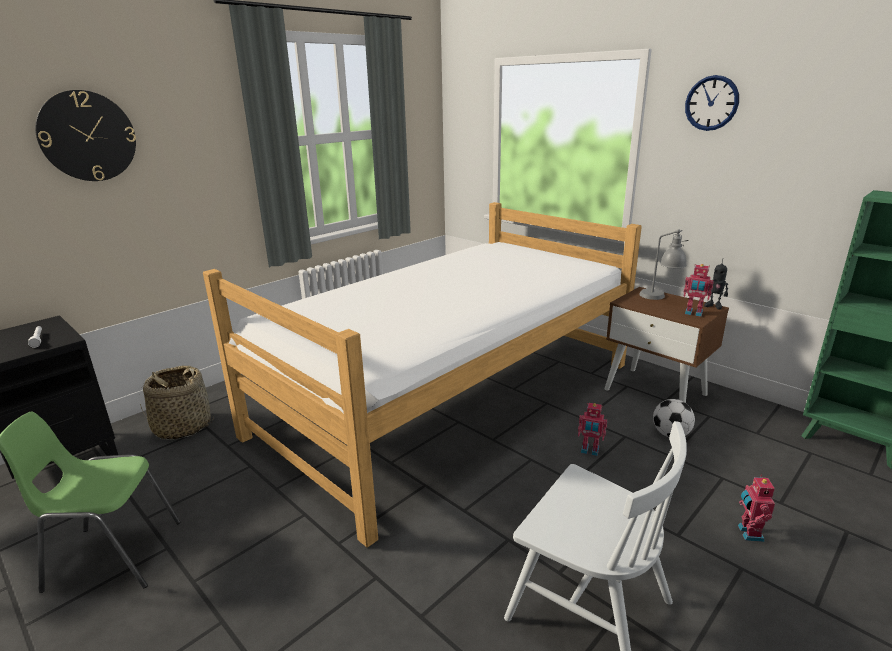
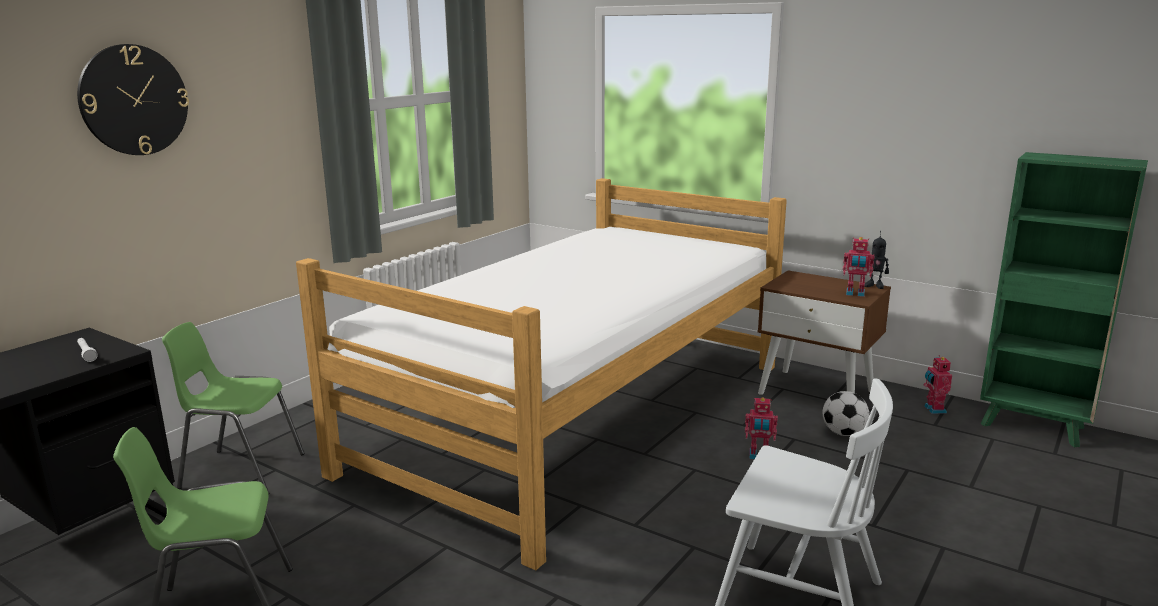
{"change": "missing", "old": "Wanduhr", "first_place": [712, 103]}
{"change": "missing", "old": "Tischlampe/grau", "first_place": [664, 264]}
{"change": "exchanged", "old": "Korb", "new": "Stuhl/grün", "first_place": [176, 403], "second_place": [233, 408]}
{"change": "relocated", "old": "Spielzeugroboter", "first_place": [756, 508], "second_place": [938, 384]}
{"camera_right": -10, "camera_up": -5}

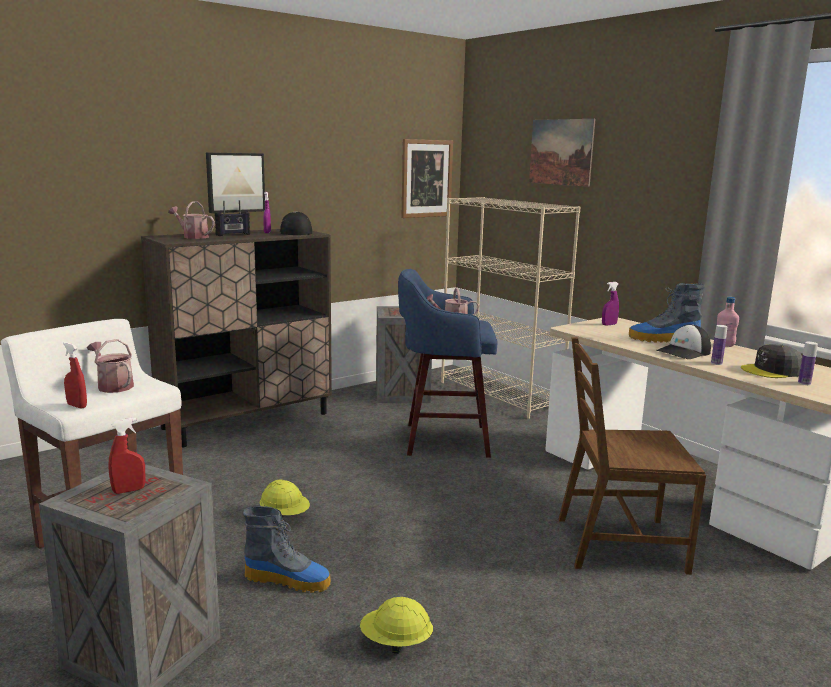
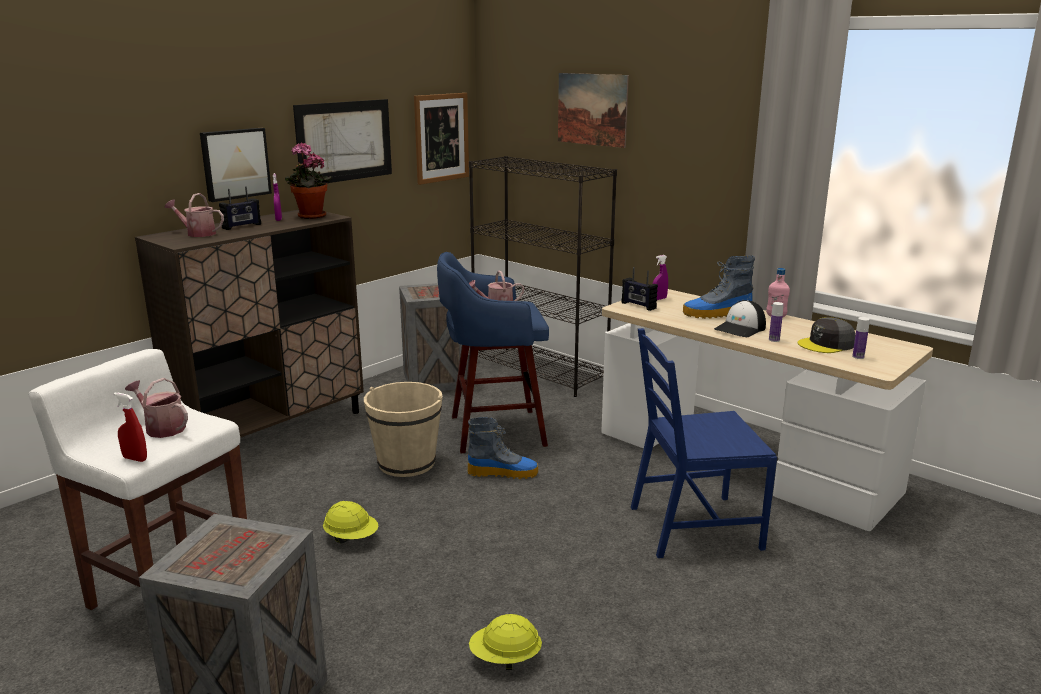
{"change": "colour", "old": "Bücherregal/beige", "new": "Bücherregal/schwarz", "first_place": [510, 308], "second_place": [543, 276]}
{"change": "exchanged", "old": "Kappe", "new": "Topfpflanze", "first_place": [296, 223], "second_place": [308, 180]}
{"change": "colour", "old": "Stuhl/braun", "new": "Stuhl/blau", "first_place": [632, 456], "second_place": [704, 443]}
{"change": "missing", "old": "Sprühflasche/rot", "first_place": [127, 456]}
{"change": "relocated", "old": "Stiefel", "first_place": [287, 549], "second_place": [502, 448]}
{"change": "appeared", "new": "Bild", "second_place": [342, 141]}
{"change": "appeared", "new": "Radio", "second_place": [640, 289]}
{"change": "appeared", "new": "Eimer/beige", "second_place": [403, 429]}
{"camera_right": -10, "camera_up": 5}

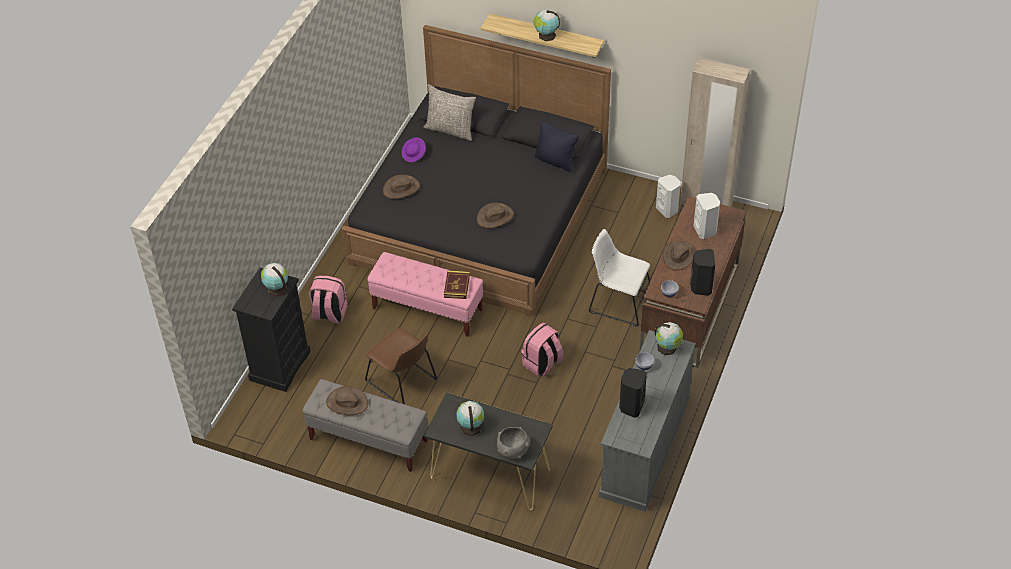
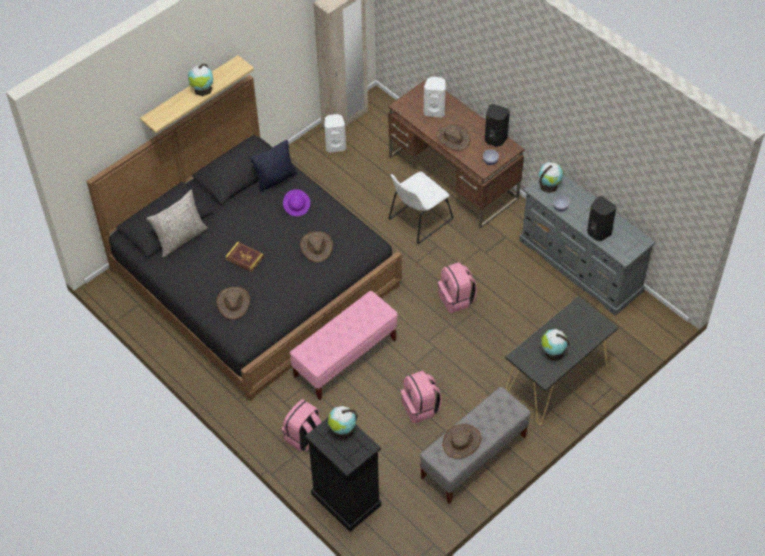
{"change": "relocated", "old": "Hut/lila", "first_place": [414, 149], "second_place": [296, 202]}
{"change": "relocated", "old": "Buch", "first_place": [457, 285], "second_place": [244, 257]}
{"change": "exchanged", "old": "Stuhl/braun", "new": "Rucksack/rosa", "first_place": [401, 366], "second_place": [421, 397]}
{"change": "missing", "old": "Schüssel/grau", "first_place": [513, 443]}
{"camera_right": -65, "camera_up": 5}

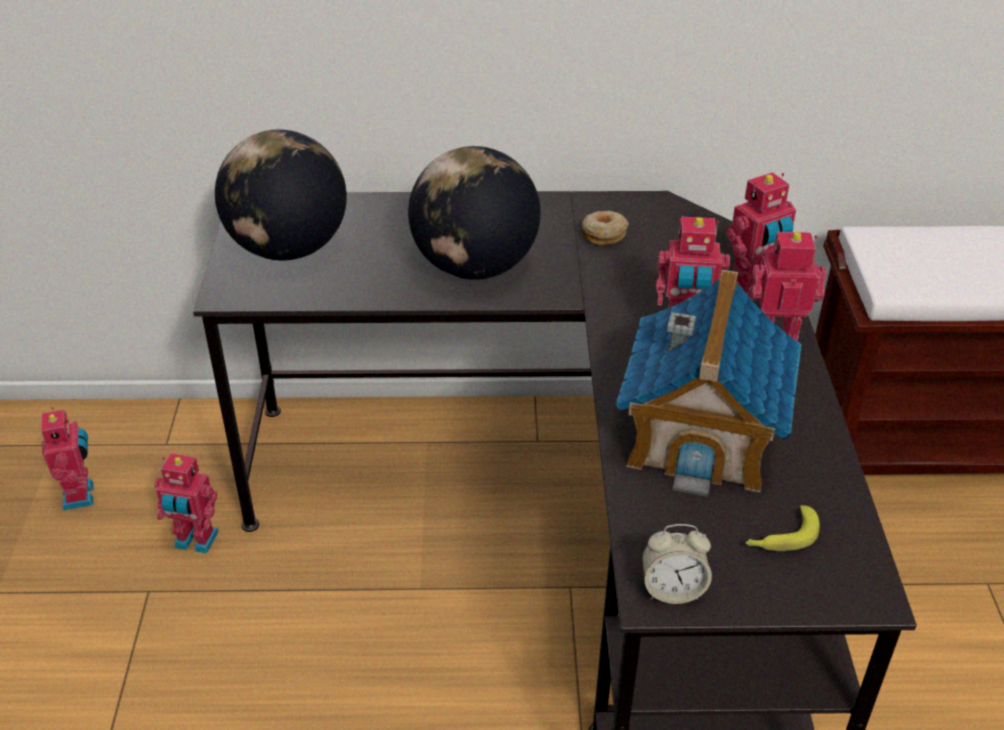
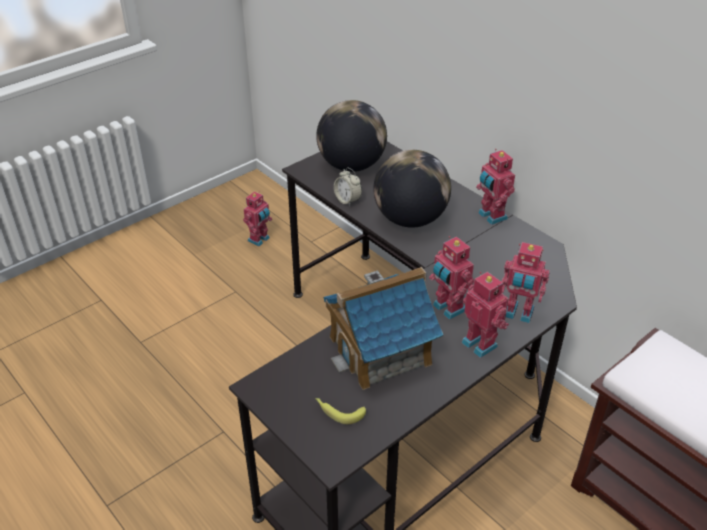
{"change": "missing", "old": "Donut", "first_place": [605, 228]}
{"change": "relocated", "old": "Spielzeugroboter", "first_place": [186, 503], "second_place": [495, 187]}
{"change": "relocated", "old": "Wecker", "first_place": [677, 564], "second_place": [348, 186]}
{"camera_right": 50, "camera_up": 0}

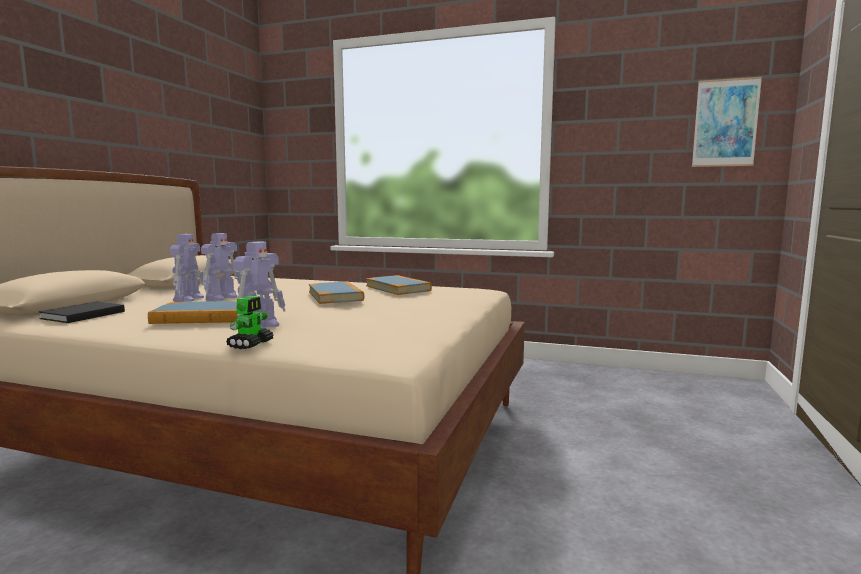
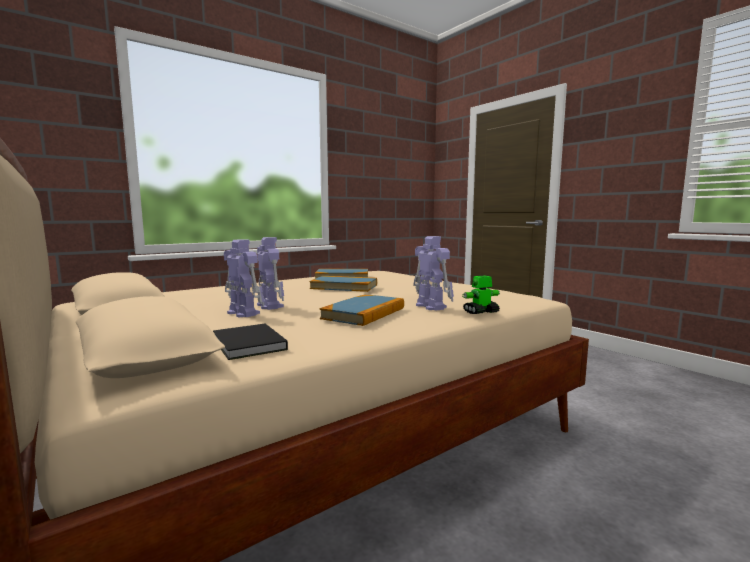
{"change": "missing", "old": "Bild", "first_place": [727, 122]}
{"change": "spun", "old": "Spielzeugroboter", "first_place": [250, 322], "second_place": [481, 294], "degrees": -75}
{"camera_right": -55, "camera_up": 0}

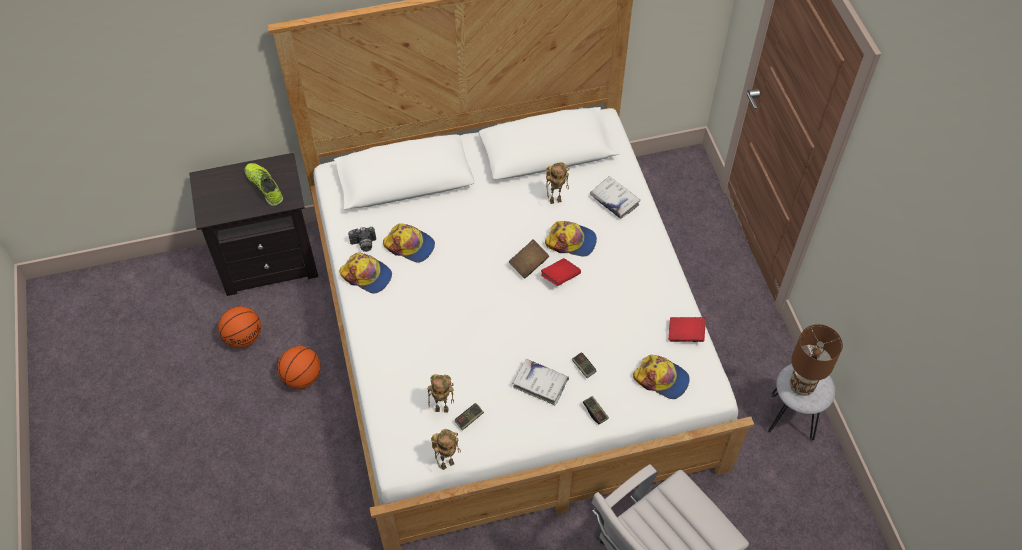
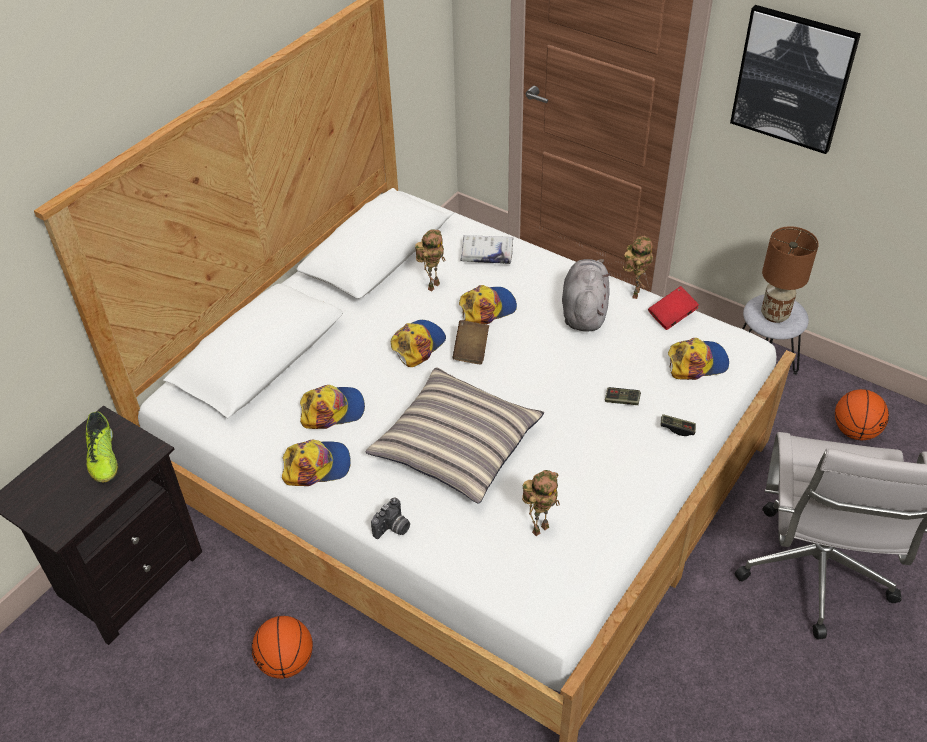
{"change": "spun", "old": "Schuh", "first_place": [264, 184], "second_place": [102, 447], "degrees": -120}
{"change": "relocated", "old": "Kamera", "first_place": [362, 239], "second_place": [390, 518]}
{"change": "missing", "old": "Buch/rot", "first_place": [561, 272]}
{"change": "relocated", "old": "Basketball", "first_place": [239, 327], "second_place": [862, 414]}
{"change": "missing", "old": "Buch/weiß", "first_place": [541, 382]}
{"change": "missing", "old": "Gamepad", "first_place": [469, 416]}
{"change": "relocated", "old": "Spielzeugroboter", "first_place": [446, 449], "second_place": [638, 267]}
{"change": "appeared", "new": "Bild", "second_place": [795, 79]}
{"change": "appeared", "new": "Plüschtier/grau", "second_place": [586, 295]}
{"change": "appeared", "new": "Kappe", "second_place": [418, 343]}
{"change": "appeared", "new": "Kissen", "second_place": [454, 435]}
{"camera_right": -40, "camera_up": -10}

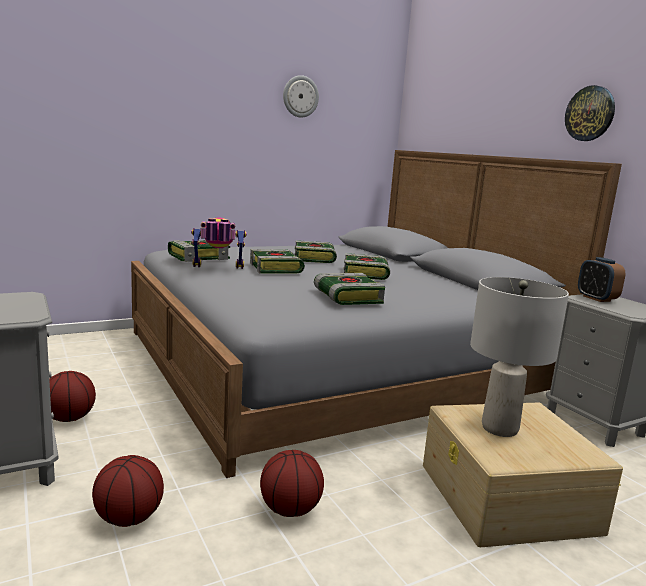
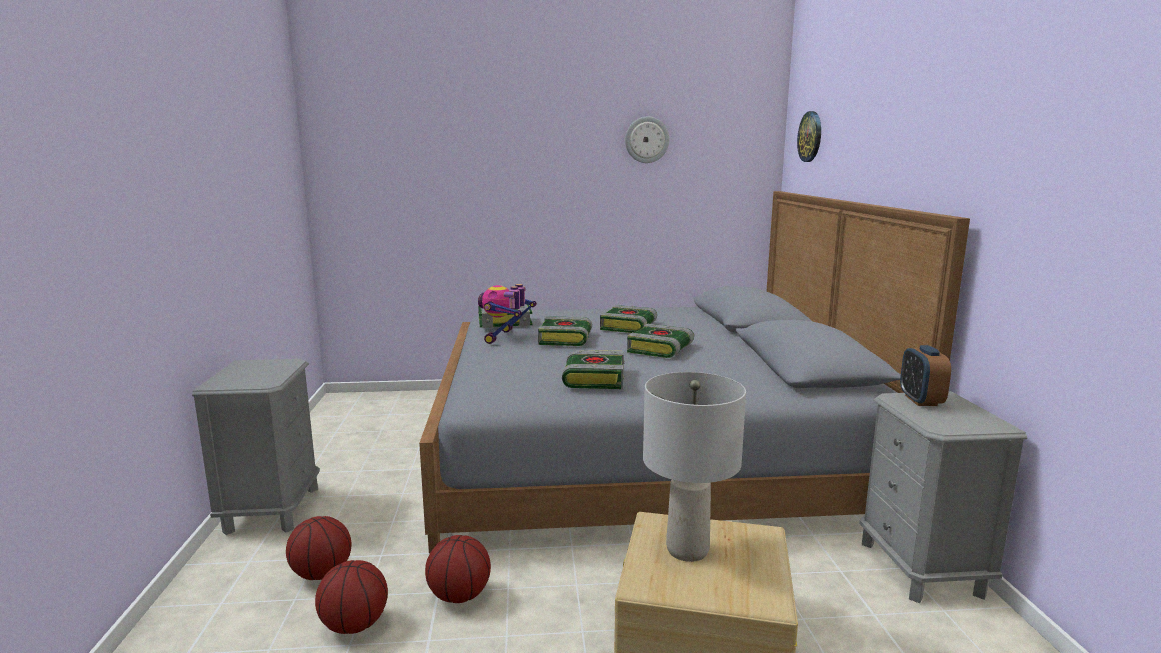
{"change": "relocated", "old": "Wanduhr", "first_place": [590, 113], "second_place": [809, 136]}
{"change": "spun", "old": "Spielzeugroboter", "first_place": [219, 243], "second_place": [507, 314], "degrees": -90}
{"change": "relocated", "old": "Basketball", "first_place": [72, 396], "second_place": [351, 597]}
{"camera_right": 25, "camera_up": 0}

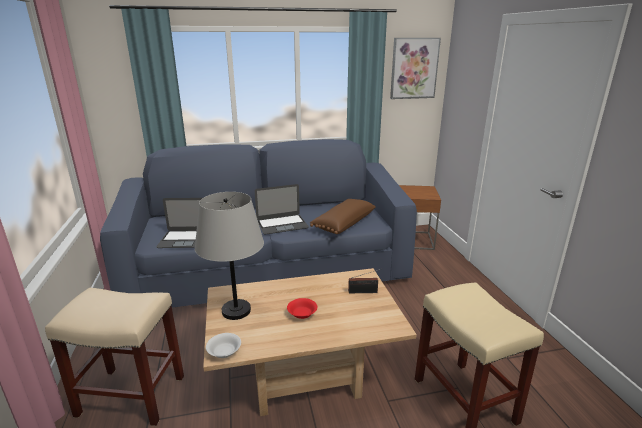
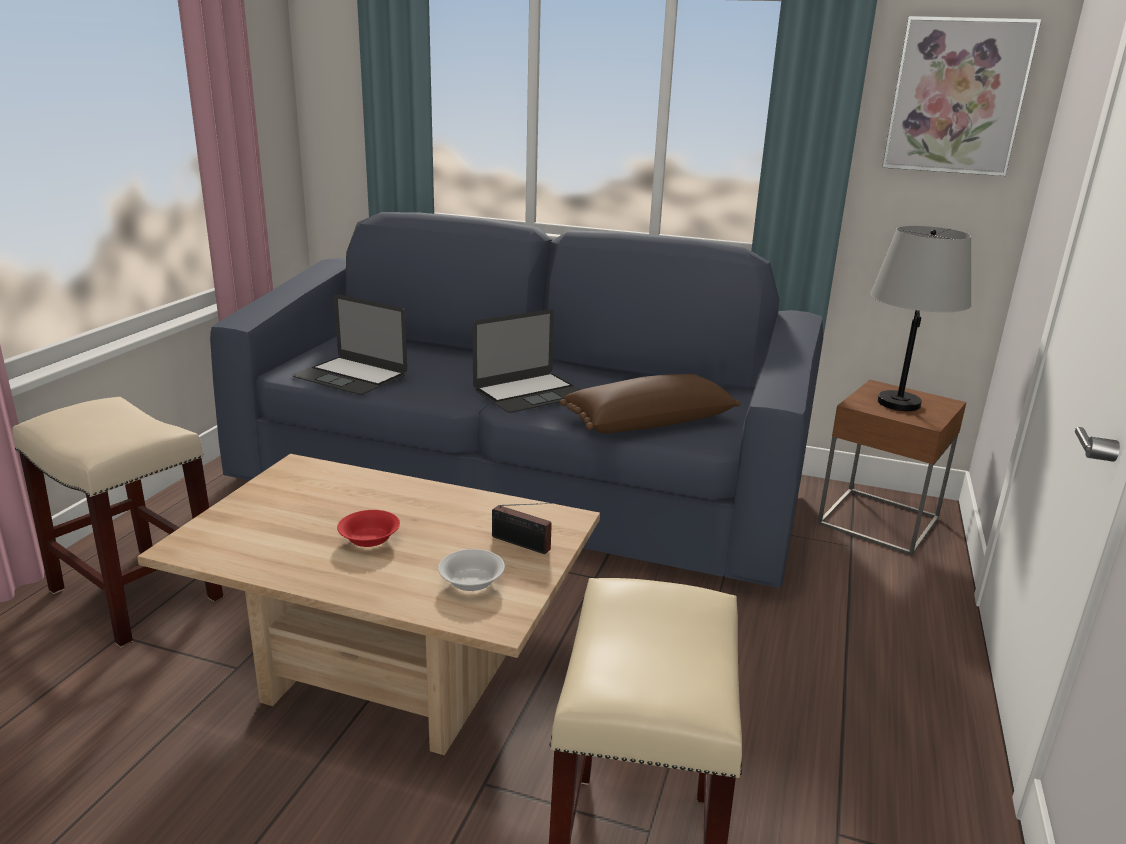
{"change": "spun", "old": "Laptop", "first_place": [282, 209], "second_place": [527, 361], "degrees": -45}
{"change": "relocated", "old": "Tischlampe/grau", "first_place": [229, 256], "second_place": [920, 318]}
{"change": "relocated", "old": "Schüssel/weiß", "first_place": [223, 345], "second_place": [471, 570]}
{"camera_right": 30, "camera_up": 0}

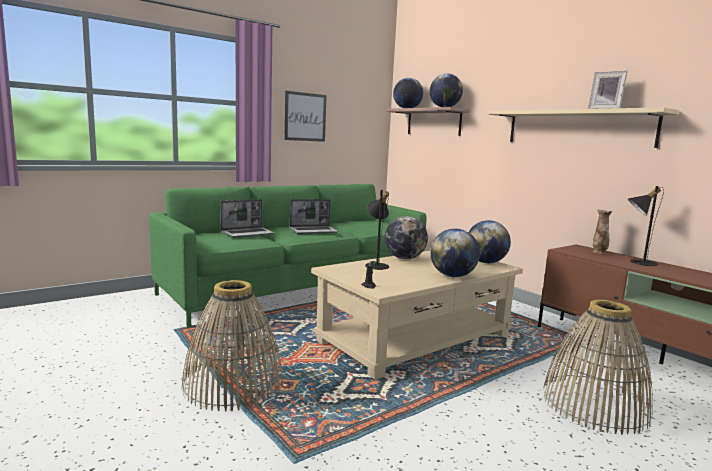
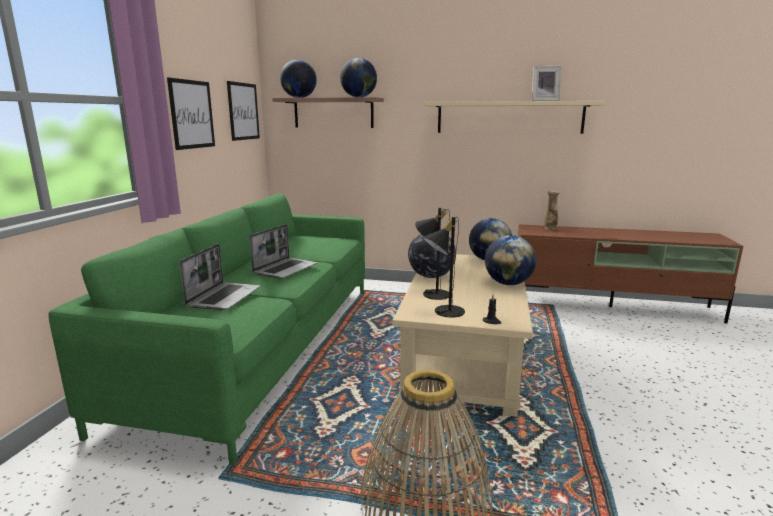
{"change": "relocated", "old": "Tischlampe/schwarz", "first_place": [646, 226], "second_place": [443, 267]}
{"change": "missing", "old": "Korb", "first_place": [598, 367]}
{"change": "appeared", "new": "Bild", "second_place": [243, 111]}
{"camera_right": -40, "camera_up": 5}

